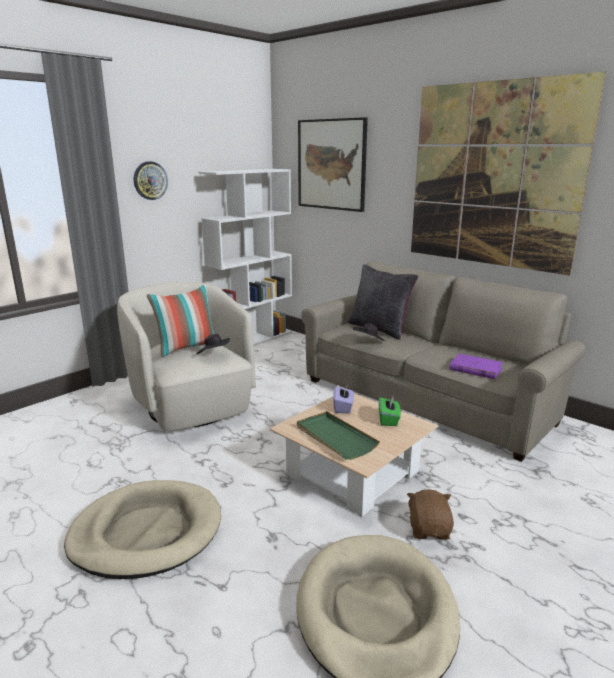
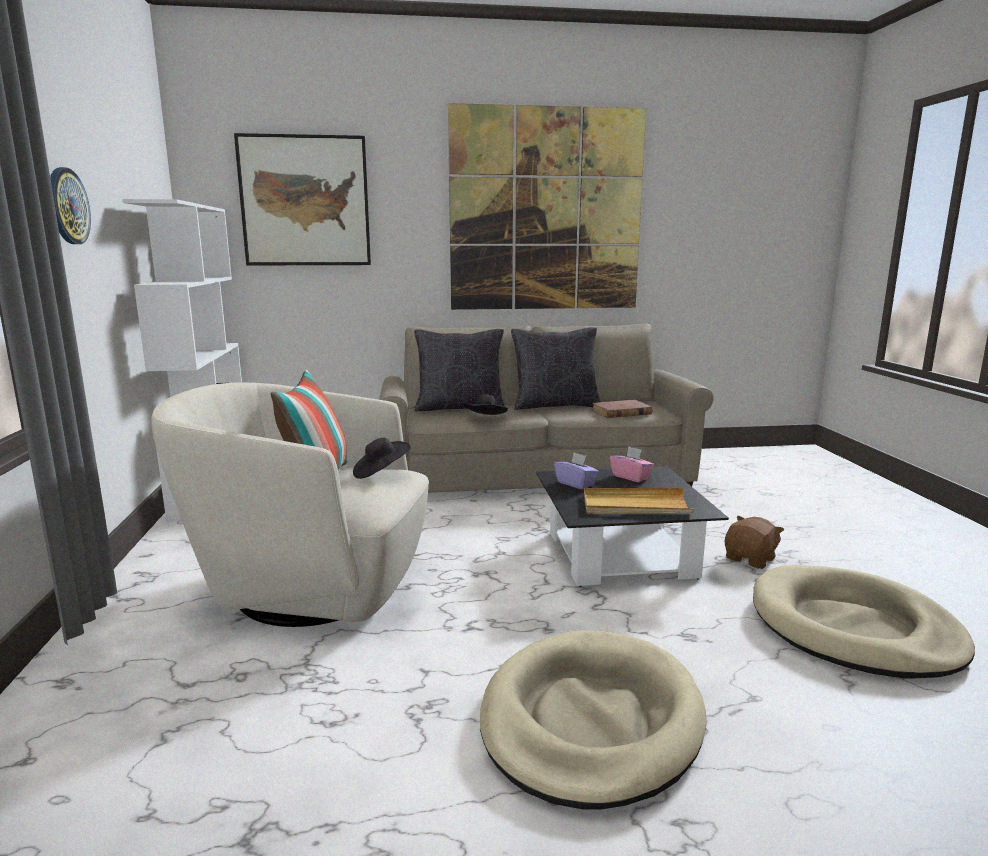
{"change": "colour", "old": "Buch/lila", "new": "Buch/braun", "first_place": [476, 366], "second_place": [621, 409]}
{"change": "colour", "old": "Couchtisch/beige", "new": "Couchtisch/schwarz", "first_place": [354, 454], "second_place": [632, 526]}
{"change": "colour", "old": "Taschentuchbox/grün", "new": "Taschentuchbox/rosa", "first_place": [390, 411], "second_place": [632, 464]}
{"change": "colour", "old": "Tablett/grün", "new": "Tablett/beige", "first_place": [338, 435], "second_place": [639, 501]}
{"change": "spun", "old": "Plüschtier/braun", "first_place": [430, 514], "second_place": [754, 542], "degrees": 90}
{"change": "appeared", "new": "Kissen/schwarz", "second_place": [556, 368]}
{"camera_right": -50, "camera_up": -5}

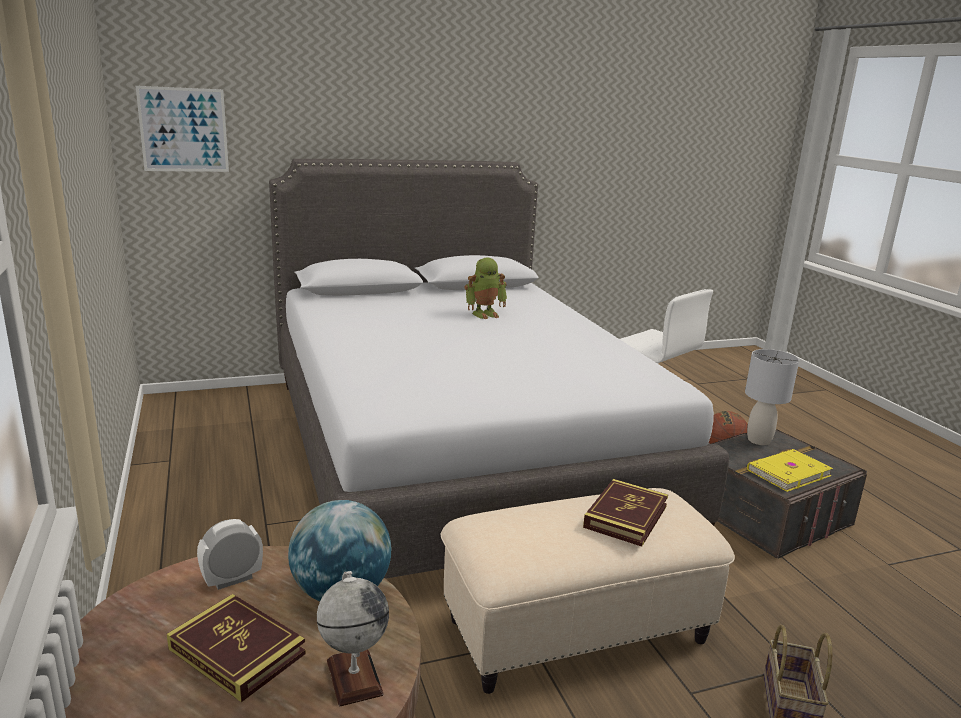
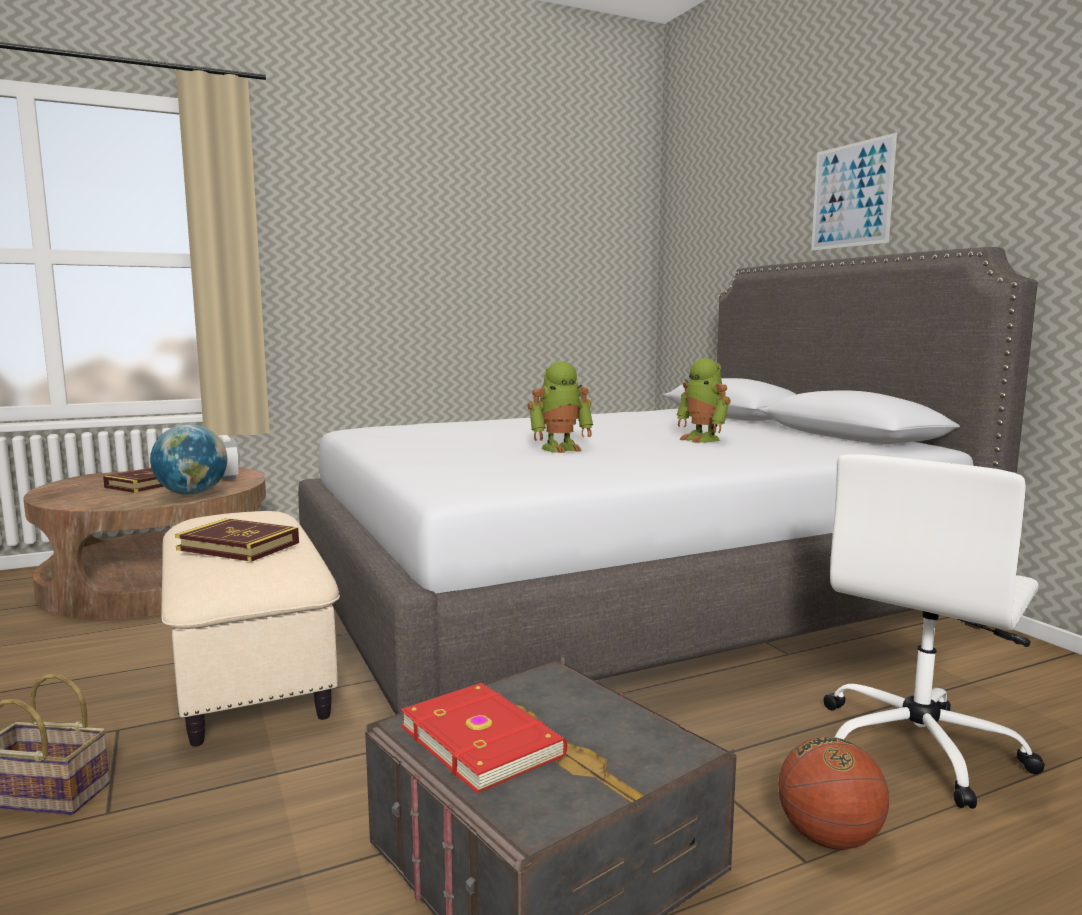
{"change": "relocated", "old": "Bild", "first_place": [182, 129], "second_place": [854, 192]}
{"change": "missing", "old": "Tischlampe/grau", "first_place": [772, 397]}
{"change": "colour", "old": "Buch/gelb", "new": "Buch/rot", "first_place": [790, 470], "second_place": [483, 738]}
{"change": "missing", "old": "Globus", "first_place": [353, 638]}
{"change": "appeared", "new": "Spielzeugroboter", "second_place": [560, 407]}
{"camera_right": 85, "camera_up": -10}

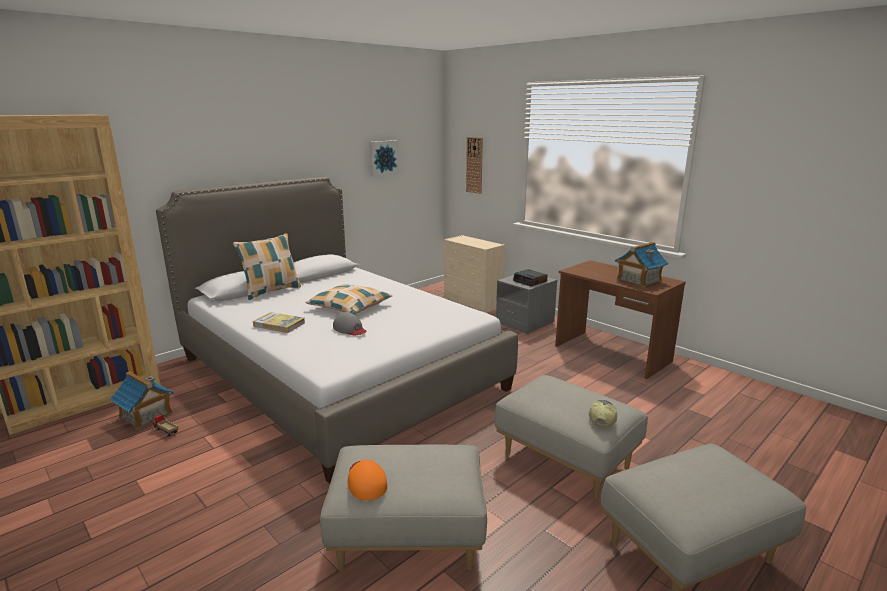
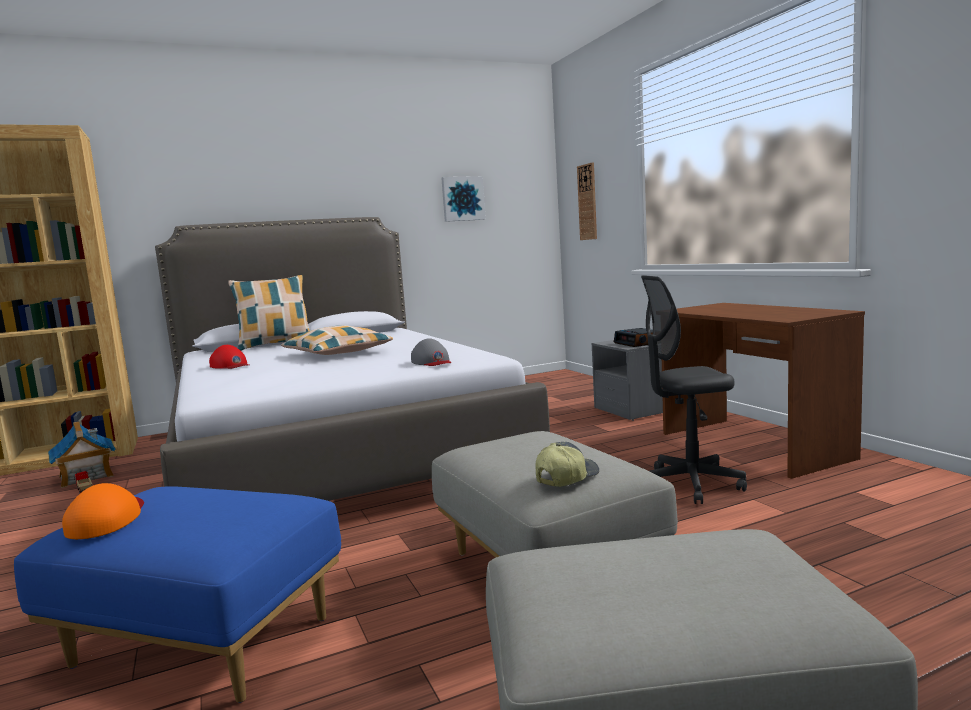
{"change": "missing", "old": "Kommode/beige", "first_place": [474, 274]}
{"change": "missing", "old": "Spielzeughaus", "first_place": [641, 264]}
{"change": "exchanged", "old": "Buch", "new": "Kappe/rot", "first_place": [279, 322], "second_place": [229, 357]}
{"change": "relocated", "old": "Kappe/grau", "first_place": [350, 323], "second_place": [431, 352]}
{"change": "colour", "old": "Polsterhocker/grau", "new": "Polsterhocker/blau", "first_place": [403, 508], "second_place": [177, 594]}
{"change": "appeared", "new": "Bürostuhl/grau", "second_place": [694, 389]}
{"camera_right": 20, "camera_up": -10}

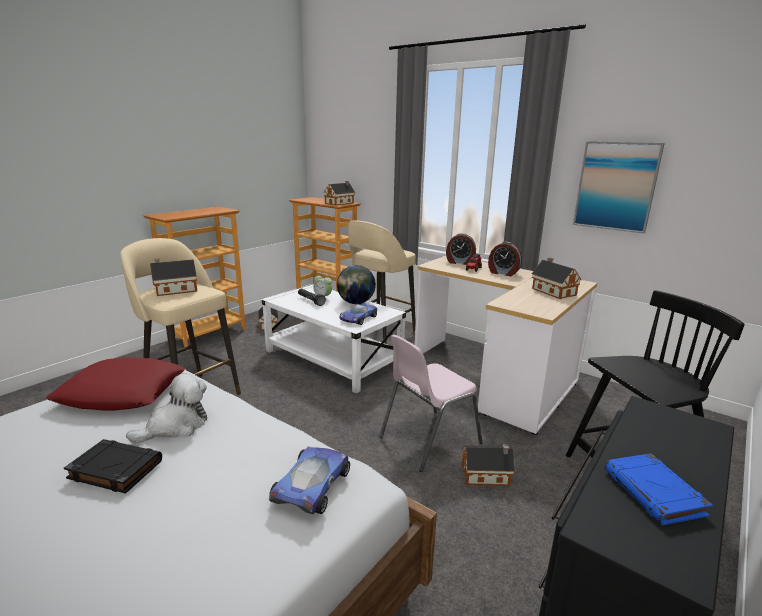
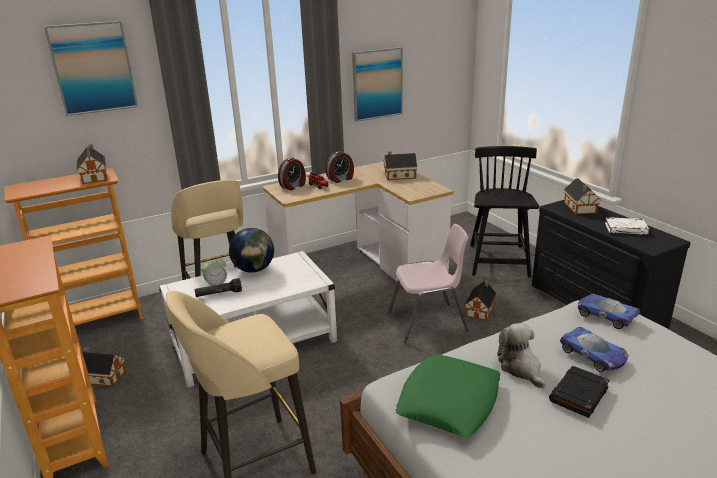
{"change": "relocated", "old": "Spielzeughaus", "first_place": [174, 277], "second_place": [582, 196]}
{"change": "relocated", "old": "Spielzeugauto", "first_place": [358, 314], "second_place": [594, 349]}
{"change": "spun", "old": "Stuhl/rosa", "first_place": [431, 403], "second_place": [428, 283], "degrees": -90}
{"change": "colour", "old": "Kissen/rot", "new": "Kissen/grün", "first_place": [115, 384], "second_place": [448, 396]}
{"change": "colour", "old": "Buch/blau", "new": "Buch/weiß", "first_place": [659, 489], "second_place": [627, 226]}
{"change": "appeared", "new": "Bild", "second_place": [91, 68]}
{"camera_right": -65, "camera_up": 5}

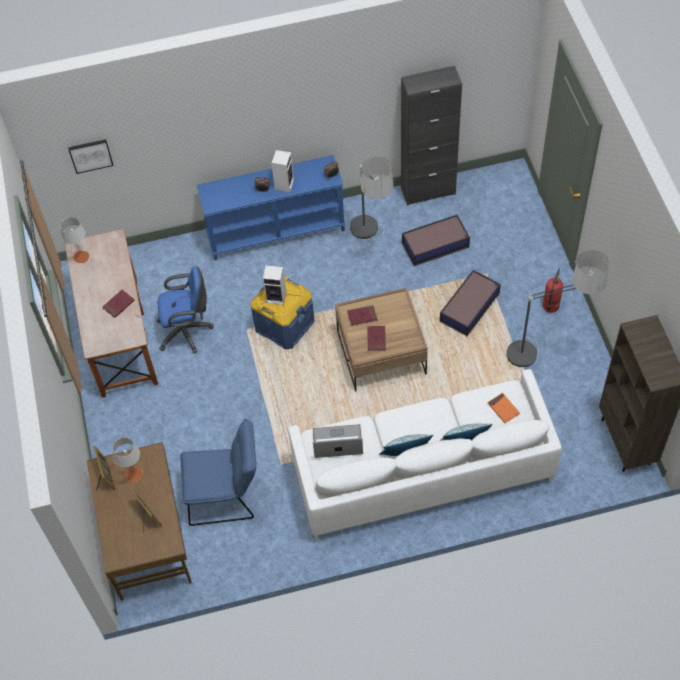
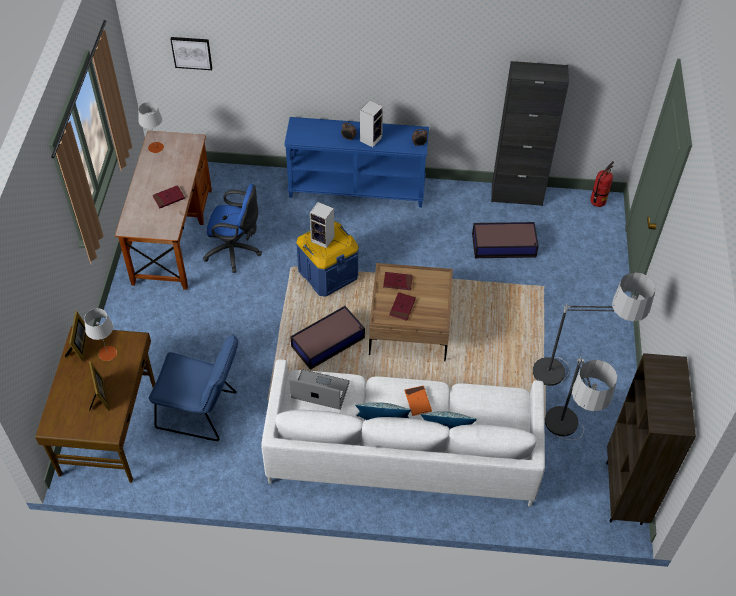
{"change": "relocated", "old": "Stehlampe", "first_place": [371, 198], "second_place": [581, 398]}
{"change": "relocated", "old": "Feuerlöscher", "first_place": [553, 290], "second_place": [602, 184]}
{"change": "relocated", "old": "Aufbewahrungsbox", "first_place": [470, 303], "second_place": [327, 338]}
{"change": "relocated", "old": "Buch/orange", "first_place": [504, 408], "second_place": [418, 400]}
{"camera_right": 15, "camera_up": -5}

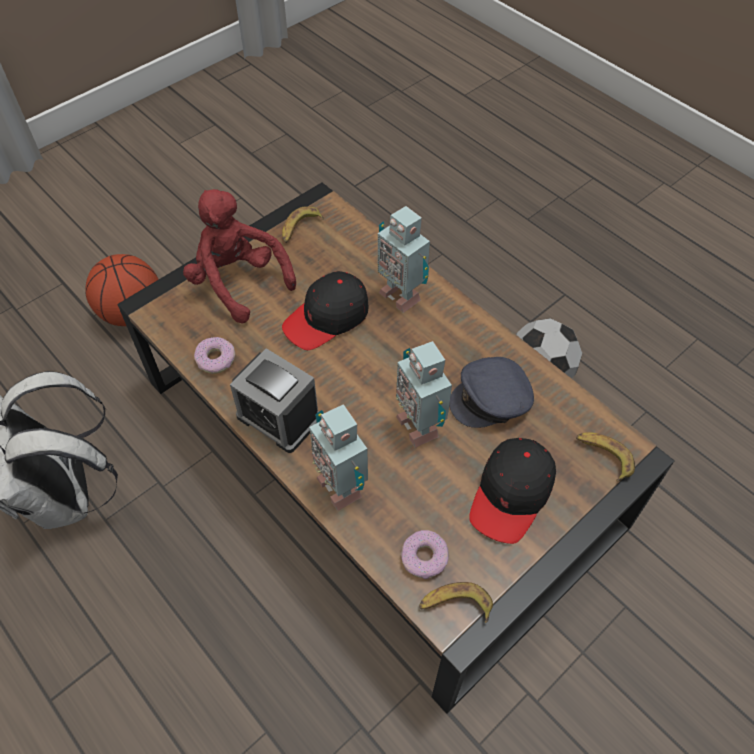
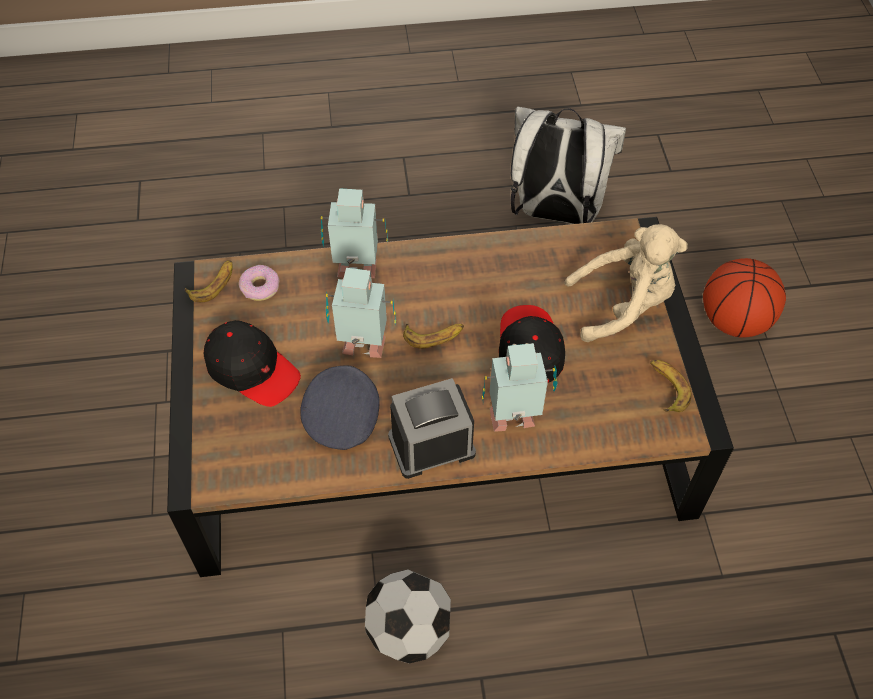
{"change": "colour", "old": "Plüschtier/rot", "new": "Plüschtier/beige", "first_place": [239, 256], "second_place": [626, 283]}
{"change": "missing", "old": "Donut", "first_place": [214, 355]}
{"change": "relocated", "old": "Wecker", "first_place": [274, 400], "second_place": [432, 428]}
{"change": "relocated", "old": "Banane", "first_place": [605, 457], "second_place": [433, 336]}
{"change": "spun", "old": "Kappe/schwarz", "first_place": [512, 491], "second_place": [252, 363], "degrees": 150}
{"camera_right": 125, "camera_up": 0}

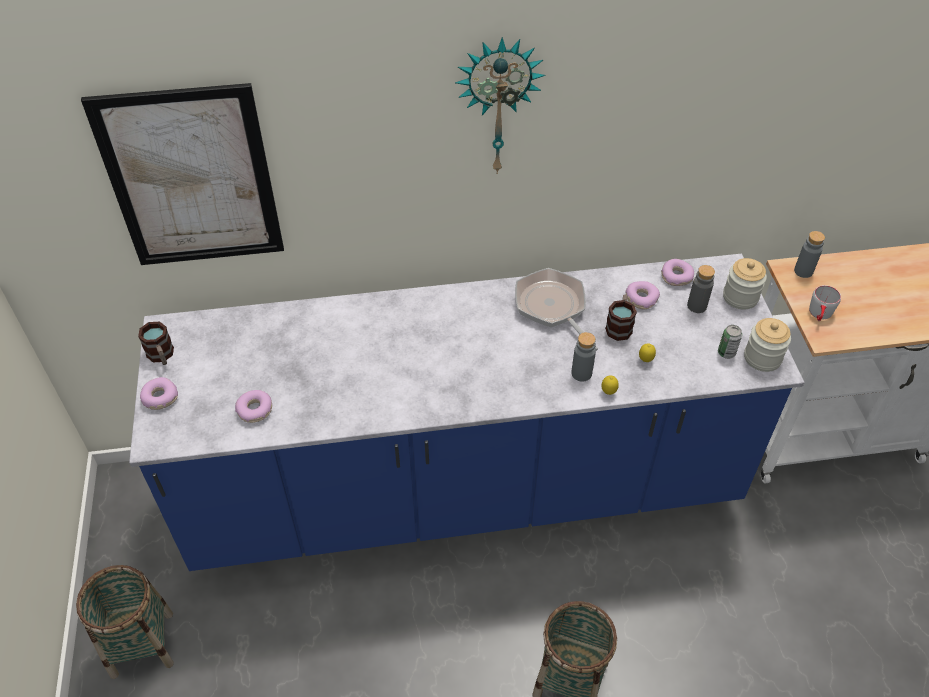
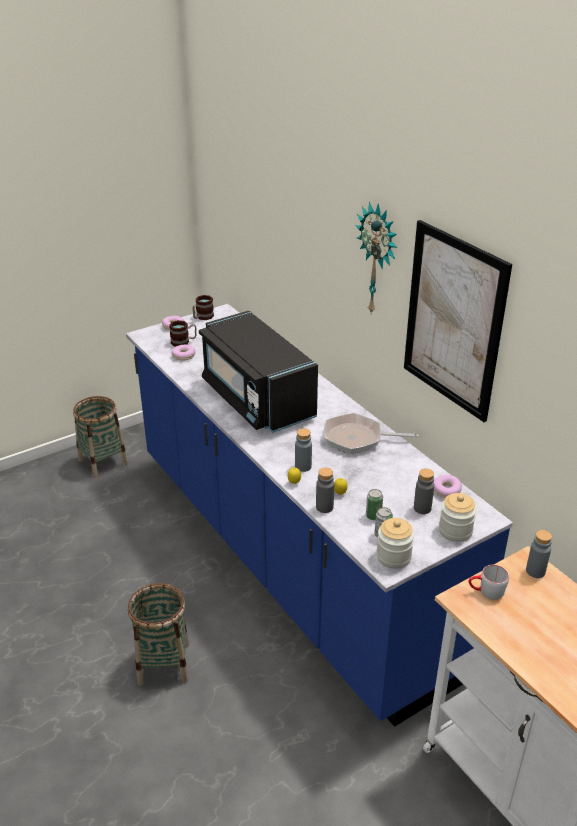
{"change": "relocated", "old": "Bild", "first_place": [182, 174], "second_place": [458, 321]}
{"change": "spun", "old": "Pfanne", "first_place": [556, 309], "second_place": [371, 433], "degrees": -120}
{"change": "missing", "old": "Donut", "first_place": [643, 295]}
{"change": "relocated", "old": "Henkelbecher", "first_place": [621, 318], "second_place": [182, 333]}
{"change": "appeared", "new": "Mikrowelle/schwarz", "second_place": [258, 372]}
{"change": "appeared", "new": "Flasche/grau", "second_place": [325, 490]}
{"change": "appeared", "new": "Dose", "second_place": [374, 504]}
{"camera_right": 65, "camera_up": -15}

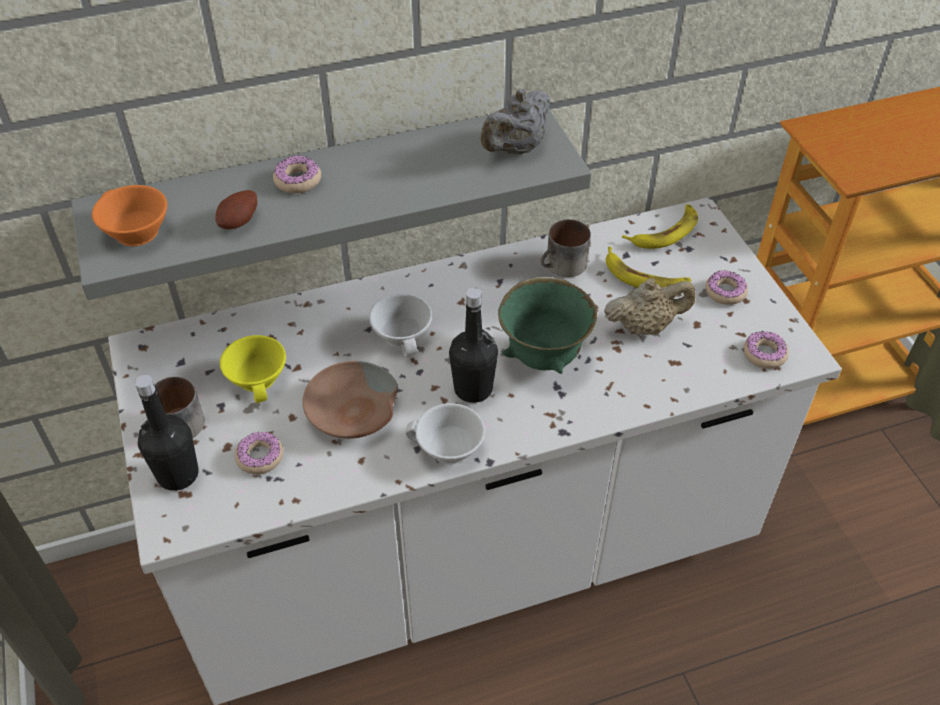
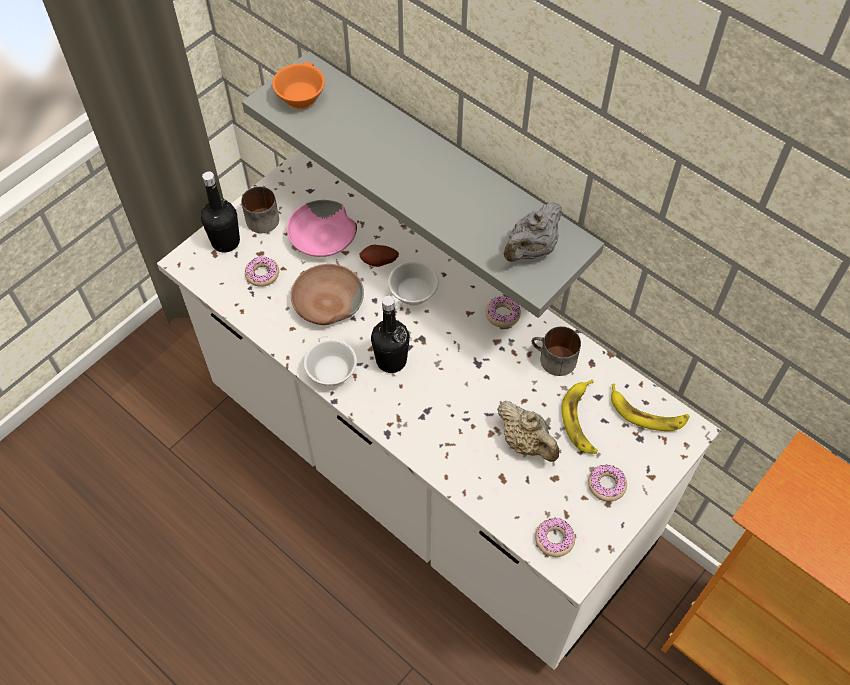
{"change": "spun", "old": "Teekanne/grau", "first_place": [515, 122], "second_place": [533, 232], "degrees": -60}
{"change": "relocated", "old": "Donut", "first_place": [297, 174], "second_place": [503, 312]}
{"change": "relocated", "old": "Kartoffel", "first_place": [236, 209], "second_place": [379, 256]}
{"change": "missing", "old": "Schüssel/grün", "first_place": [547, 325]}
{"change": "exchanged", "old": "Tasse/gelb", "new": "Schüssel/rosa", "first_place": [253, 369], "second_place": [322, 228]}
{"camera_right": 60, "camera_up": 10}

